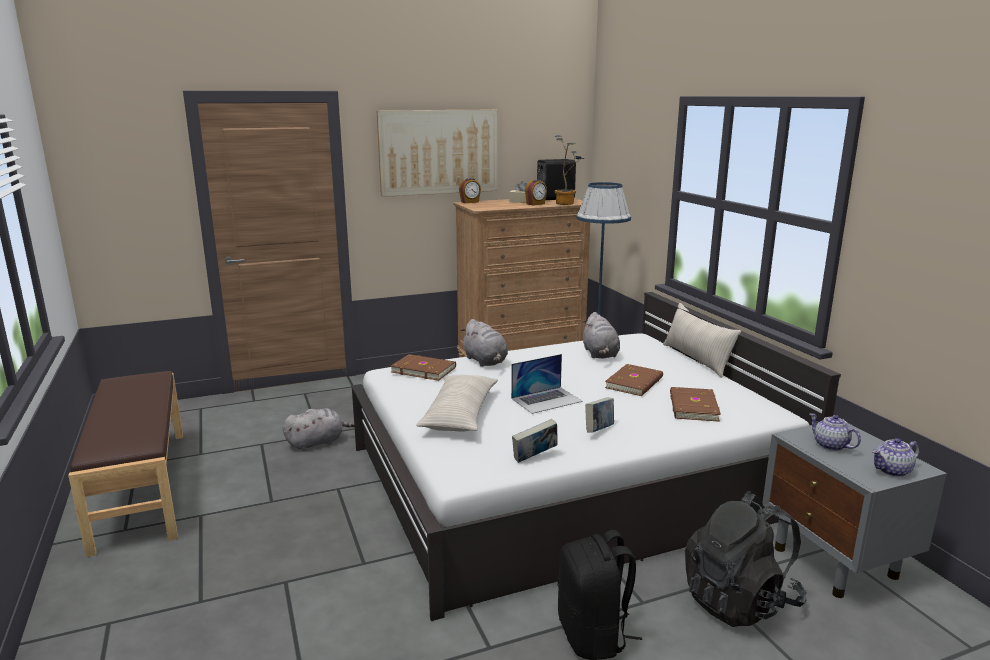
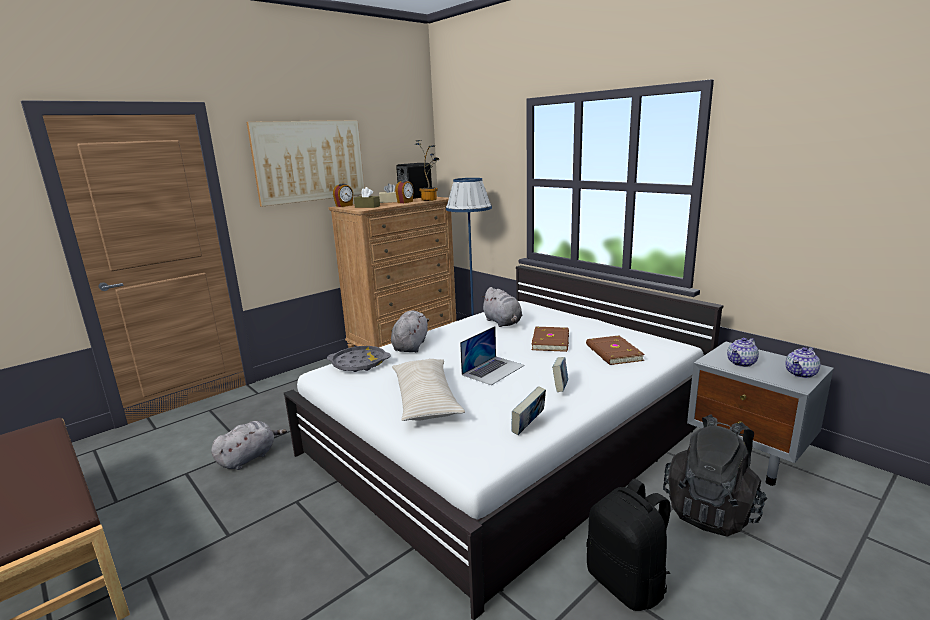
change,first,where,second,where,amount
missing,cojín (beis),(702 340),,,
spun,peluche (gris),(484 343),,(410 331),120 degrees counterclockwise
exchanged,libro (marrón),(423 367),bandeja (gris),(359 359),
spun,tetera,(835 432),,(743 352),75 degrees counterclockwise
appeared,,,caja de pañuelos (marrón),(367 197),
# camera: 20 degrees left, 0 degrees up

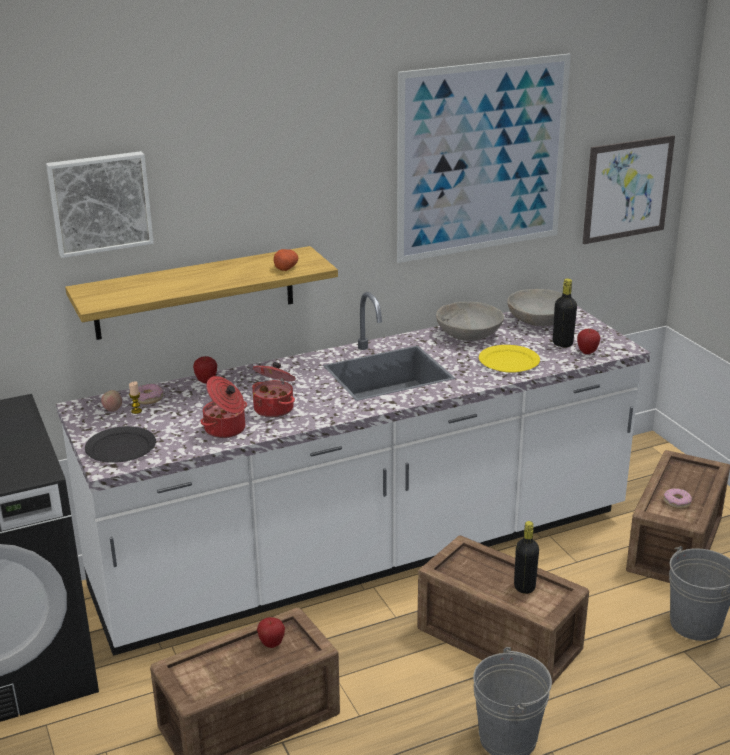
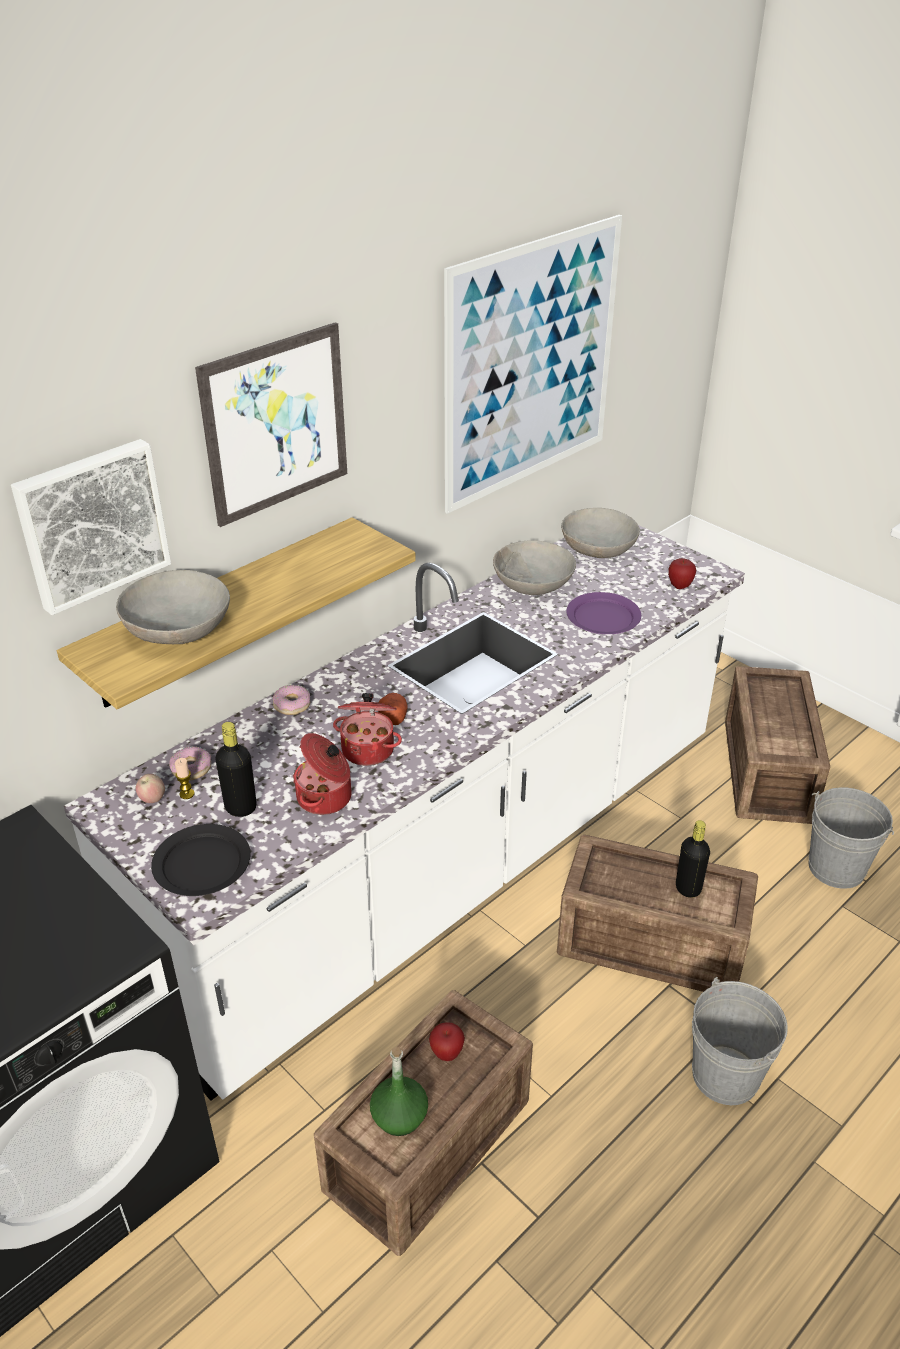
change,first,where,second,where,amount
relocated,cuadro,(628 189),,(271 424),
relocated,patata,(285 260),,(393 709),
relocated,botella (negro),(565 312),,(235 769),
colour,plato (amarillo),(509 359),plato (morado),(603 613),
missing,manzana,(205 369),,,
relocated,rosquilla,(677 498),,(291 700),
appeared,,,cuenco (gris),(173 607),
appeared,,,botella (verde),(399 1091),
# camera: 20 degrees left, 10 degrees up

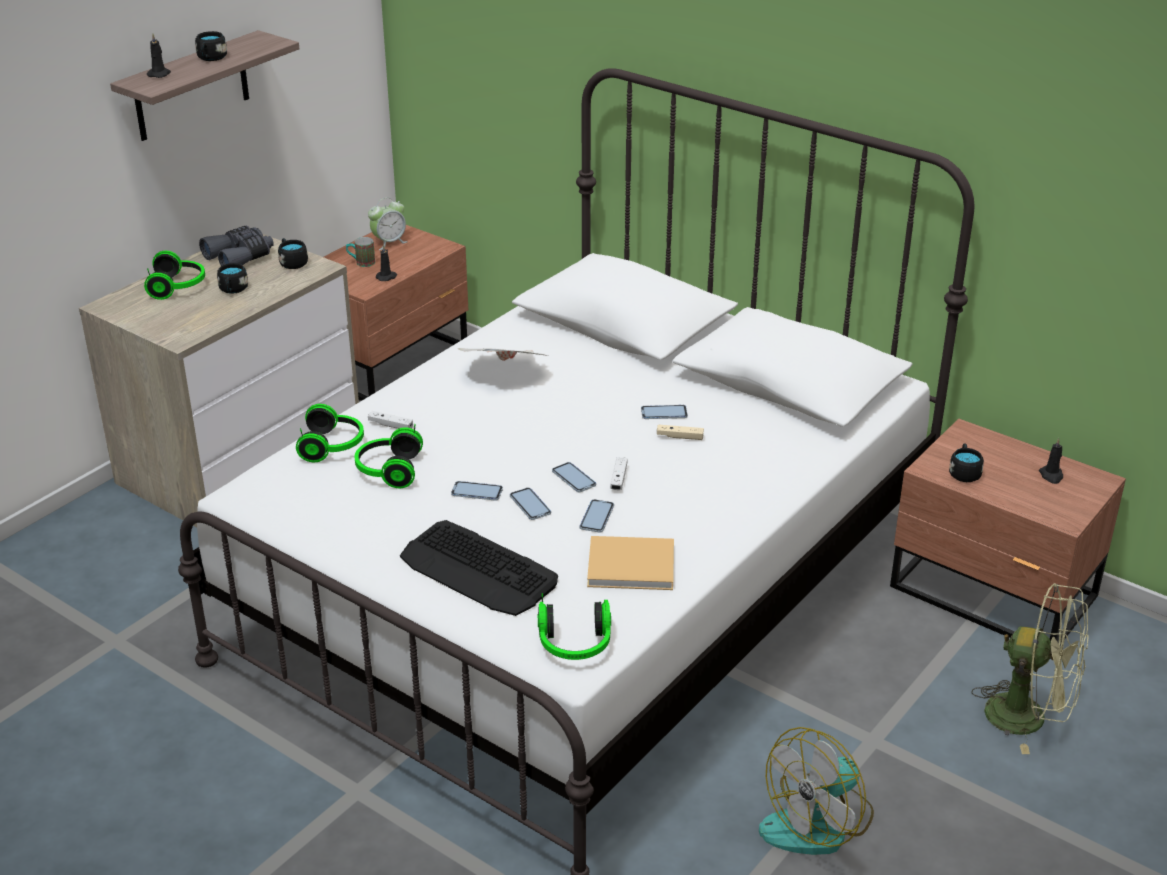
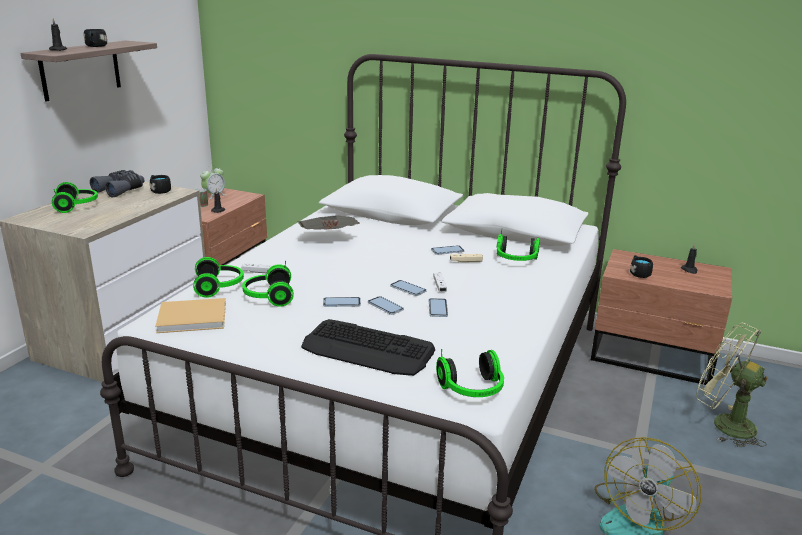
change,first,where,second,where,amount
missing,taza grande (negro),(232 278),,,
relocated,libro (beis),(630 563),,(190 315),
spun,ventilador (verde),(1030 668),,(732 385),150 degrees counterclockwise
appeared,,,auriculares,(518 244),
# camera: 15 degrees left, 10 degrees down

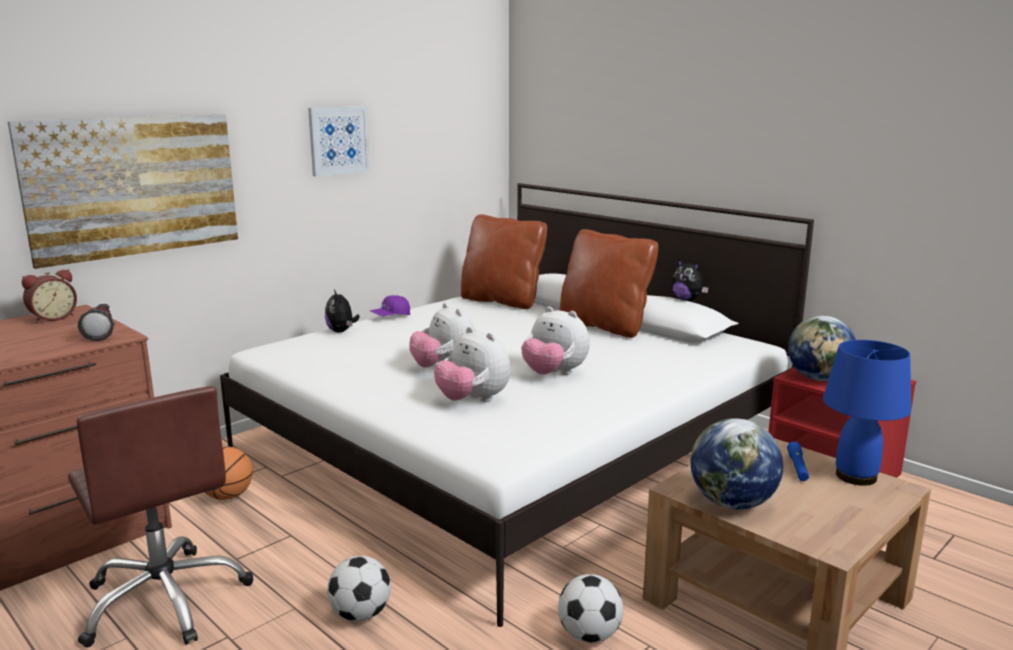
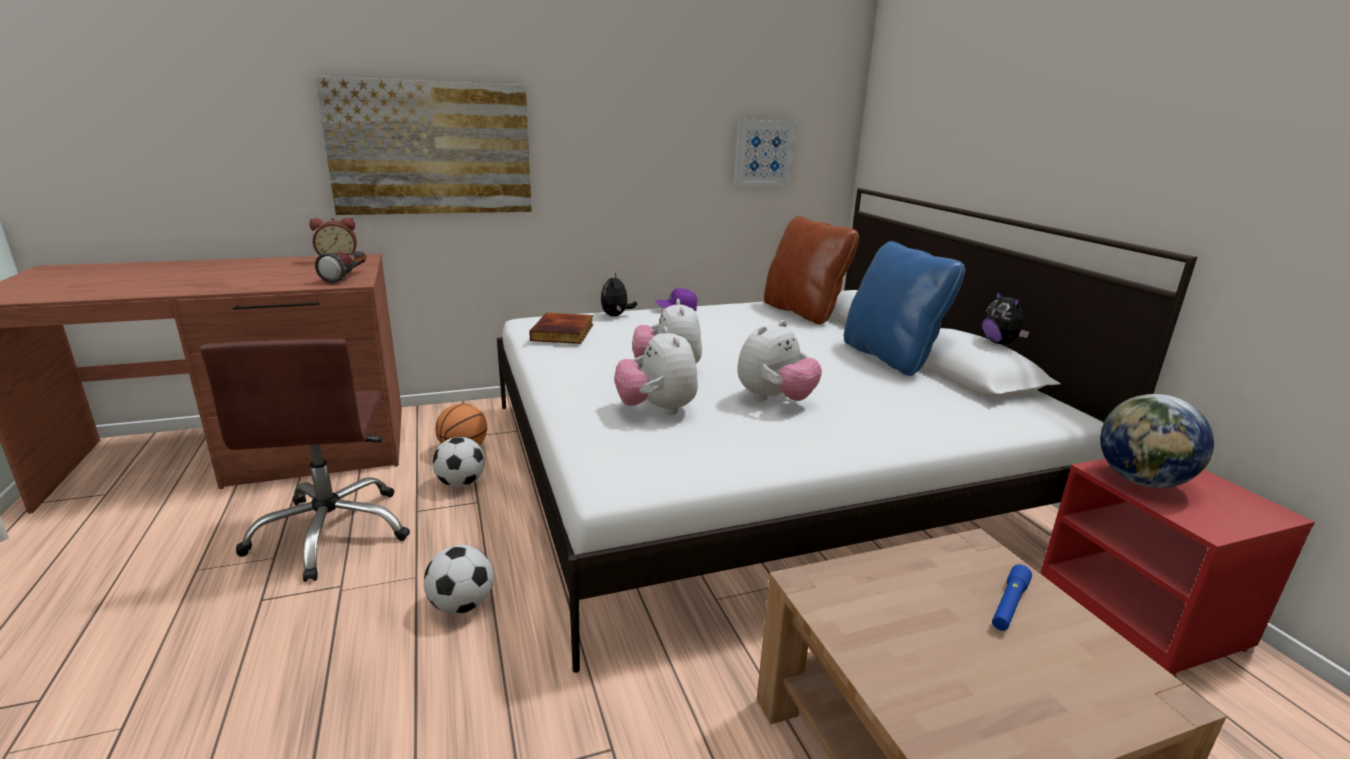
change,first,where,second,where,amount
relocated,cuadro,(339 141),,(765 152),
colour,cojín (marrón),(609 283),cojín (azul),(904 308),
spun,peluche,(555 341),,(779 360),105 degrees counterclockwise
missing,lámpara de mesa (azul),(867 413),,,
missing,globo terráqueo,(737 464),,,
relocated,balón de fútbol,(590 608),,(458 462),
appeared,,,libro,(561 328),
# camera: 25 degrees right, 5 degrees up

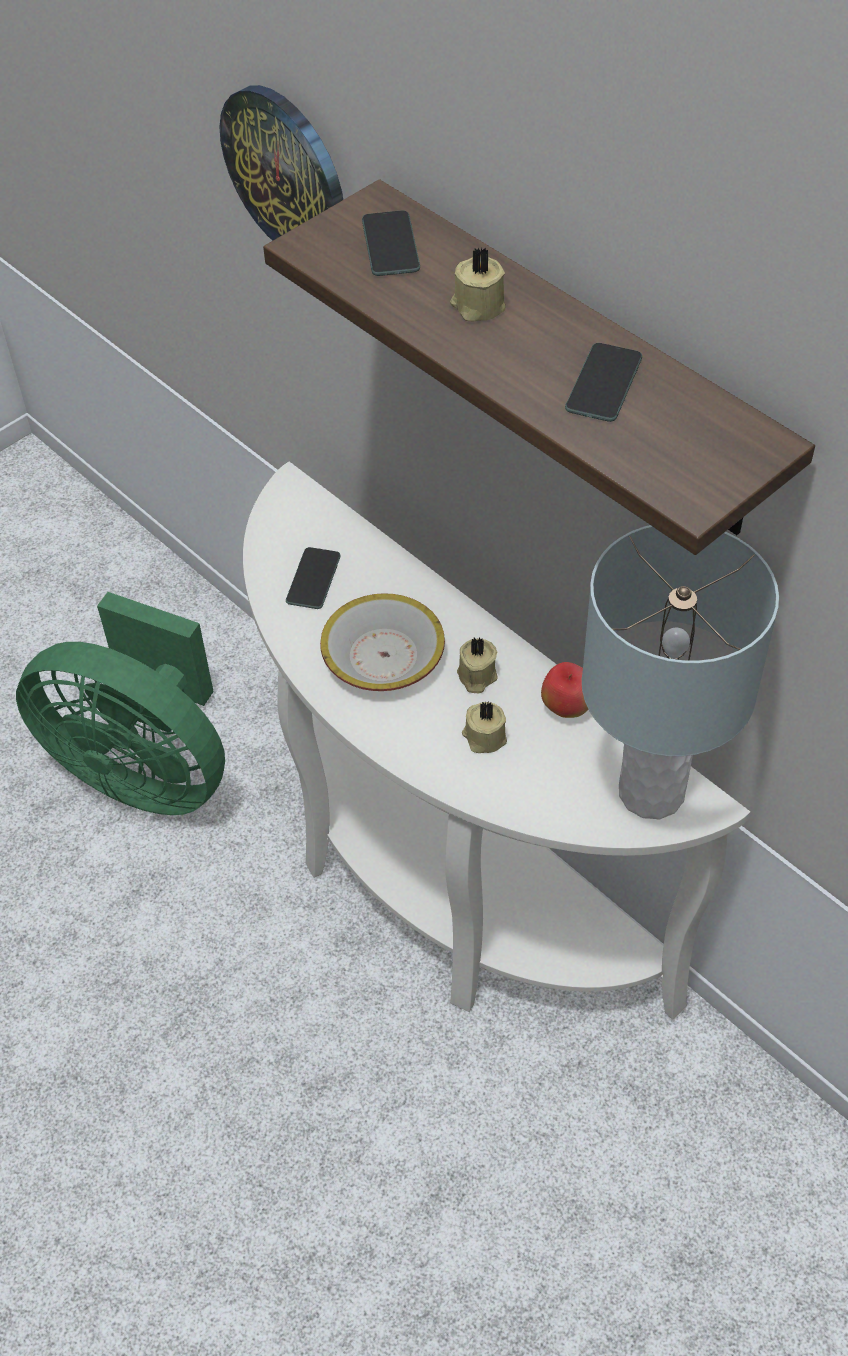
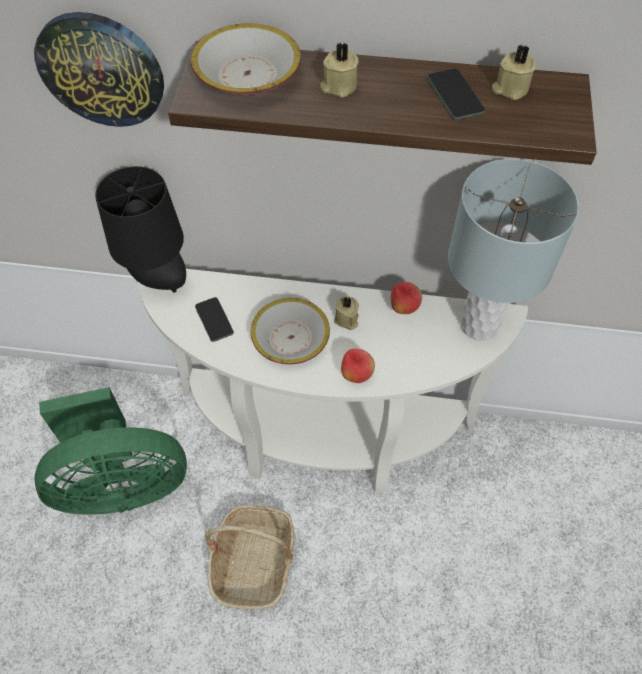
change,first,where,second,where,amount
exchanged,móvil,(391 243),cuenco,(246 59),
relocated,vela (beis),(484 726),,(514 72),
appeared,,,lámpara de mesa (negro),(140 229),
appeared,,,manzana,(358 366),
appeared,,,cesta,(250 557),
# camera: 40 degrees left, 5 degrees up

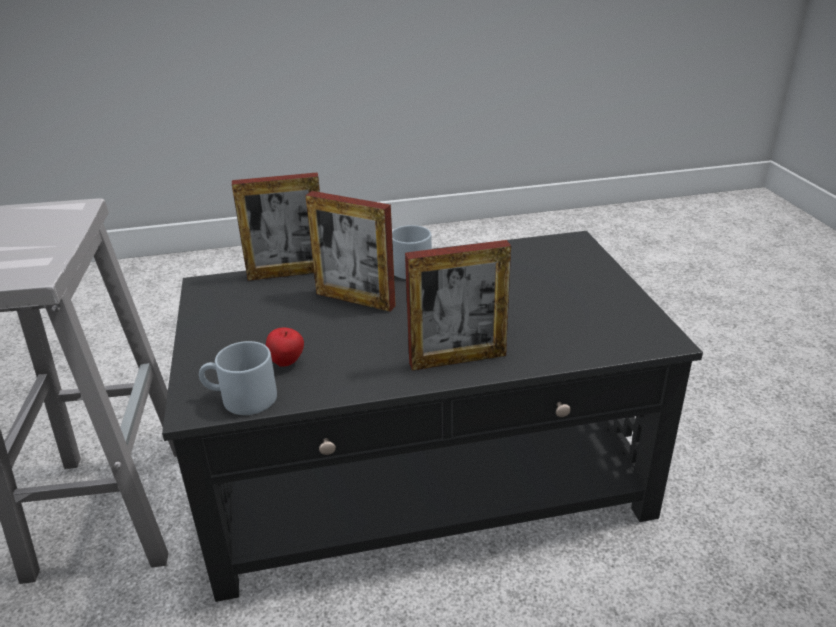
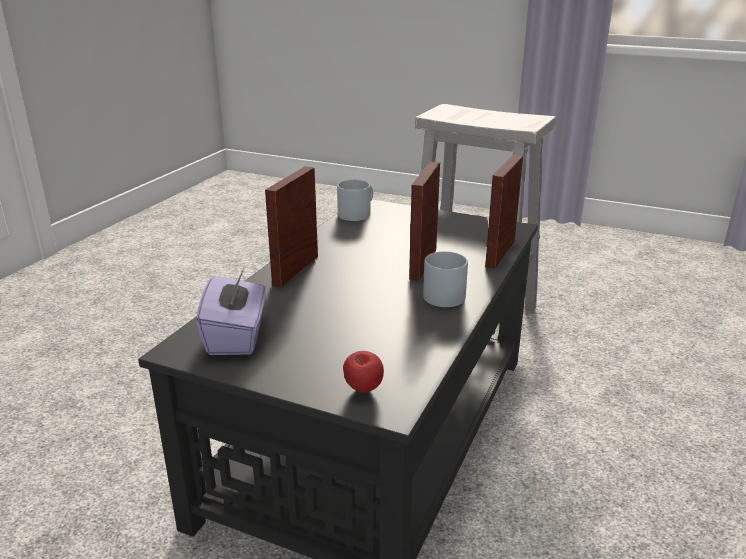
change,first,where,second,where,amount
spun,portarretratos,(350 251),,(424 221),45 degrees counterclockwise
relocated,manzana,(285 347),,(363 372),
appeared,,,caja de pañuelos (morado),(231 311),
# camera: 125 degrees right, 5 degrees down

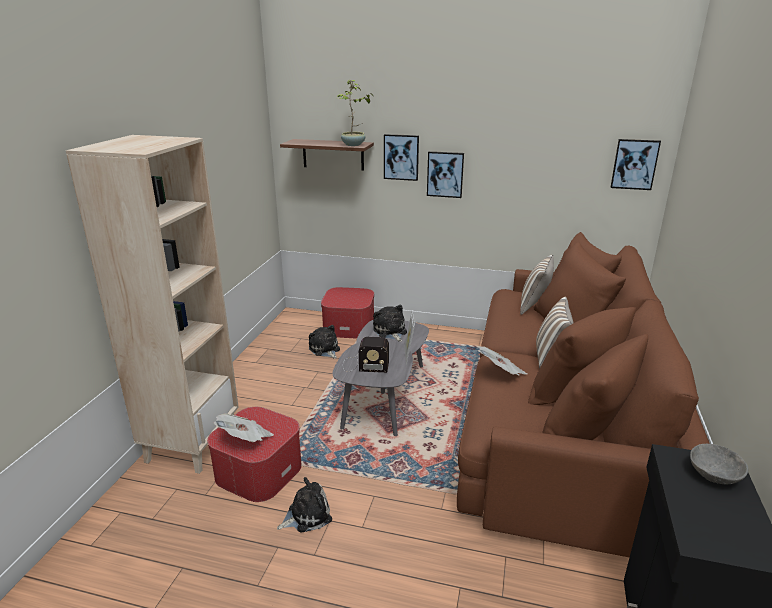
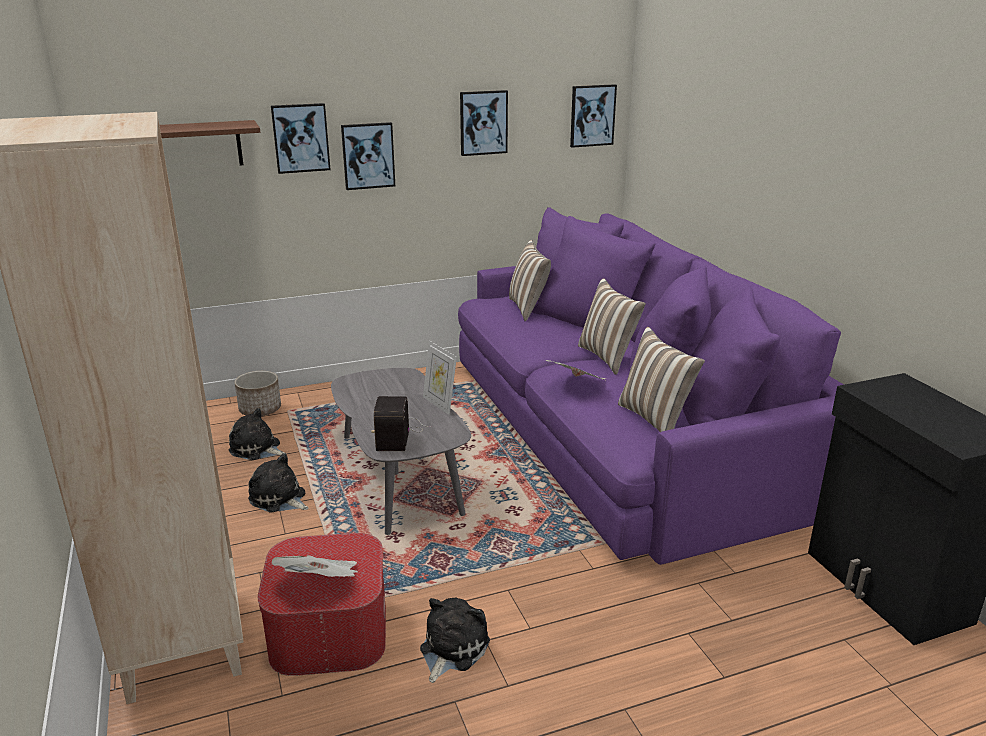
change,first,where,second,where,amount
missing,planta en maceta,(354 113),,,
colour,sofá (marrón),(583 394),sofá (morado),(651 386),
exchanged,puf,(347 313),maceta,(257 393),
relocated,peluche,(390 323),,(278 483),
spun,radio,(366 355),,(401 423),120 degrees clockwise
missing,cuenco (gris),(719 464),,,
appeared,,,cuadro,(484 123),
appeared,,,cojín,(661 379),
# camera: 35 degrees left, 0 degrees up

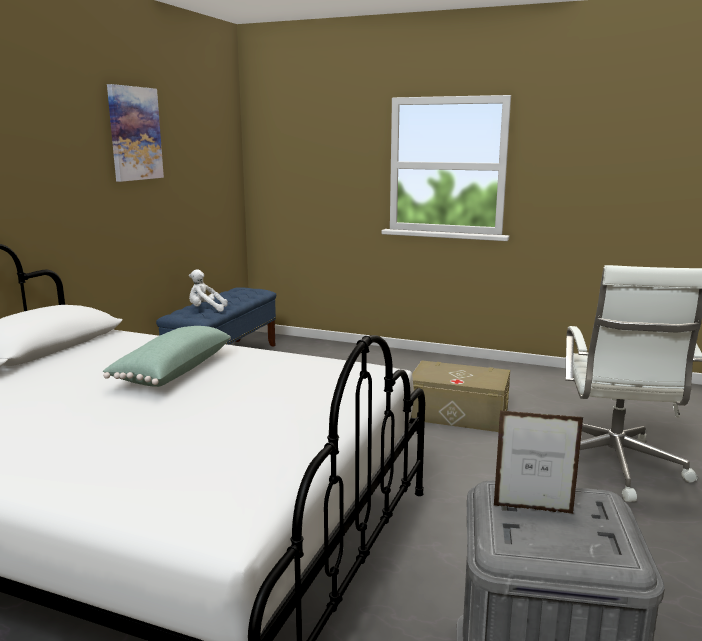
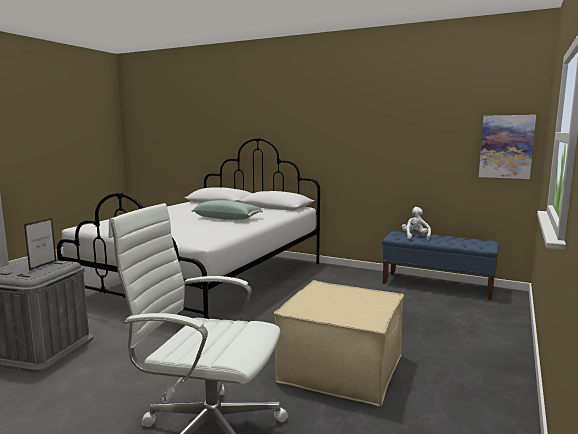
change,first,where,second,where,amount
relocated,cuadro,(135 133),,(507 147),
exchanged,caja de almacenaje (beis),(460 396),puf (beis),(339 343),
# camera: 95 degrees right, 5 degrees down

